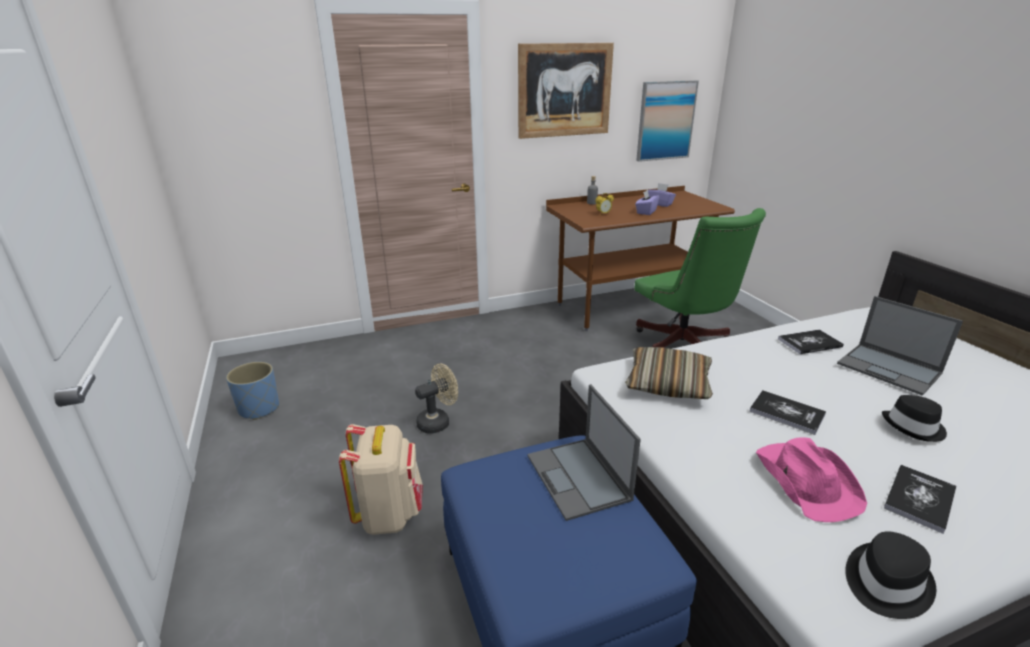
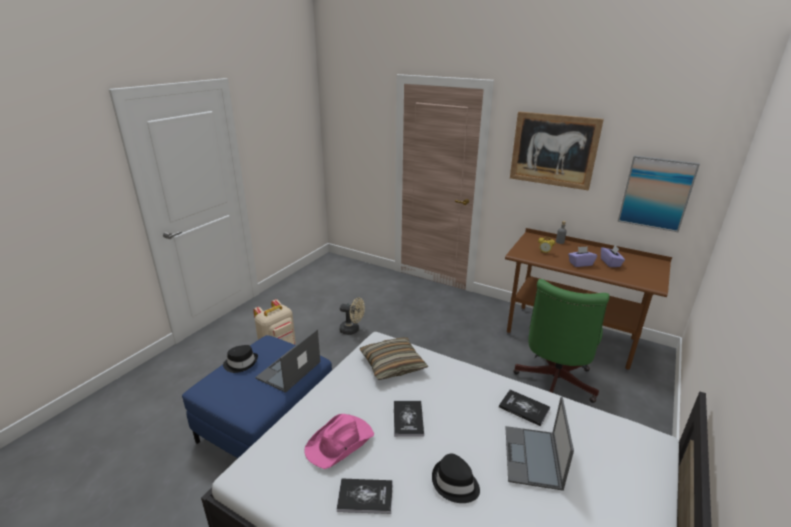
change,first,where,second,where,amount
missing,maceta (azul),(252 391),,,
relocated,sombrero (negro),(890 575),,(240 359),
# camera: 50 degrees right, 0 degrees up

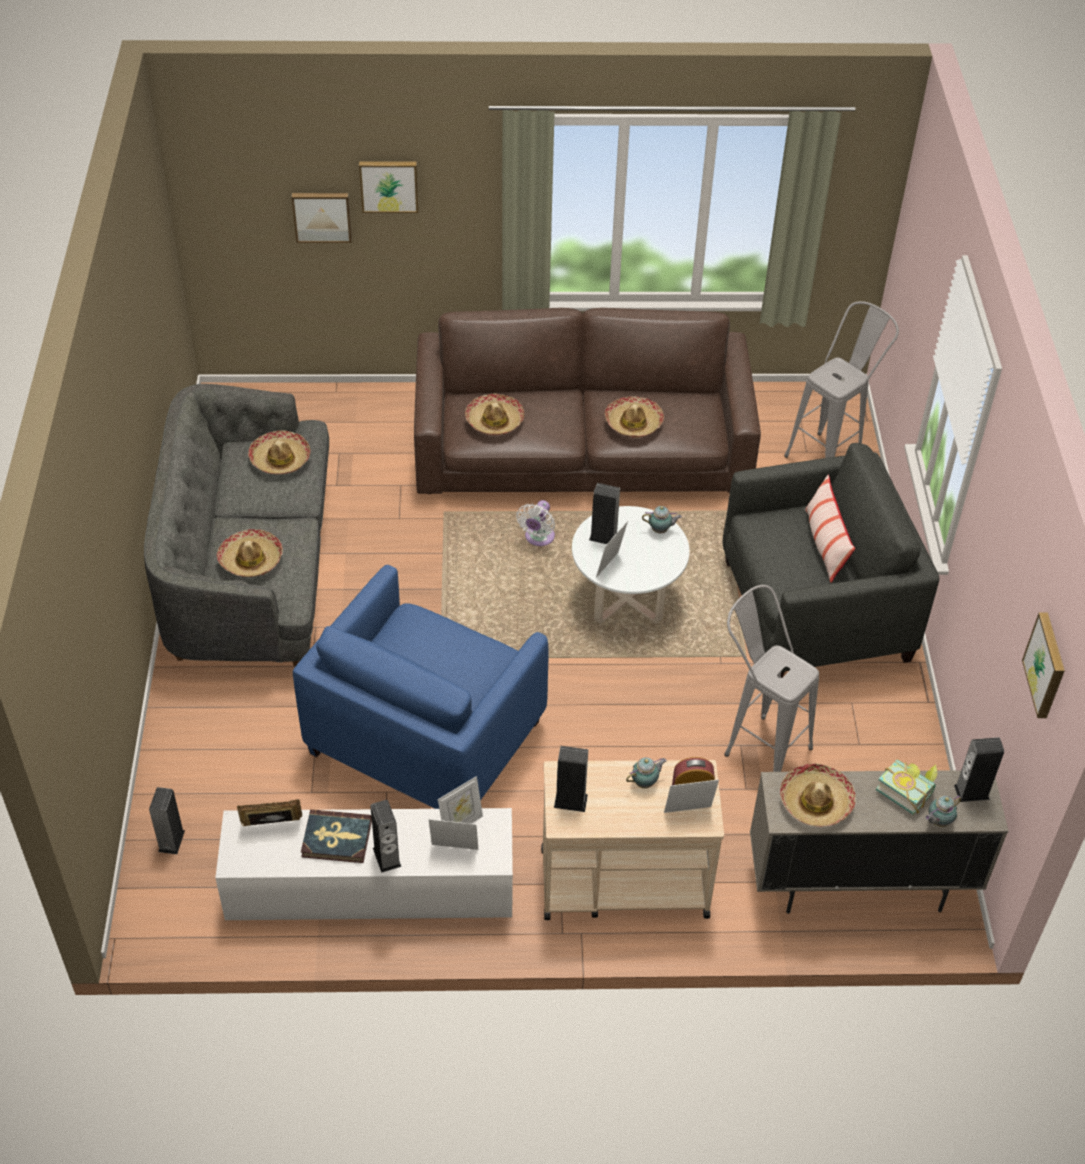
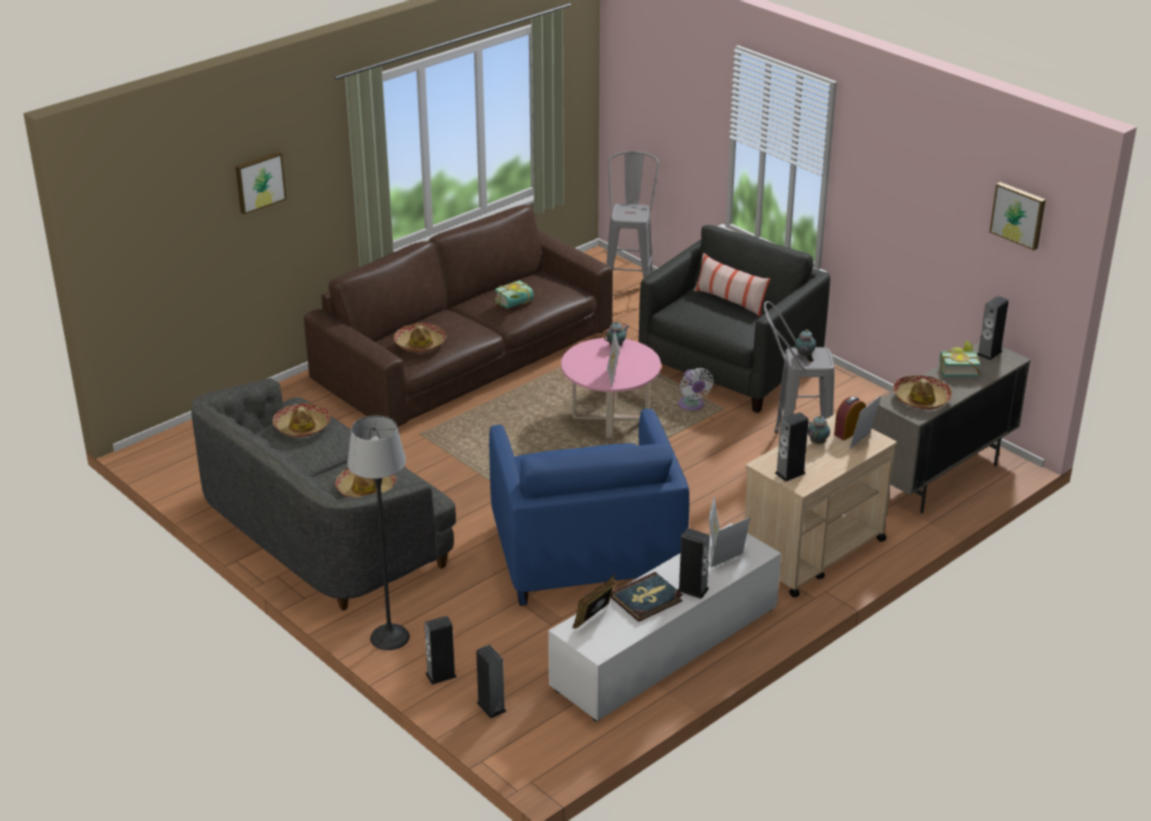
change,first,where,second,where,amount
missing,cuadro,(321 218),,,
exchanged,sombrero,(634 417),libro,(514 294),
relocated,altavoz,(604 513),,(440 650),
relocated,ventilador (blanco),(535 523),,(695 389),
colour,mesa de centro (blanco),(631 565),mesa de centro (rosa),(611 388),
relocated,tetera,(943 811),,(805 343),
appeared,,,lámpara de pie,(378 532),
# camera: 40 degrees left, 15 degrees down

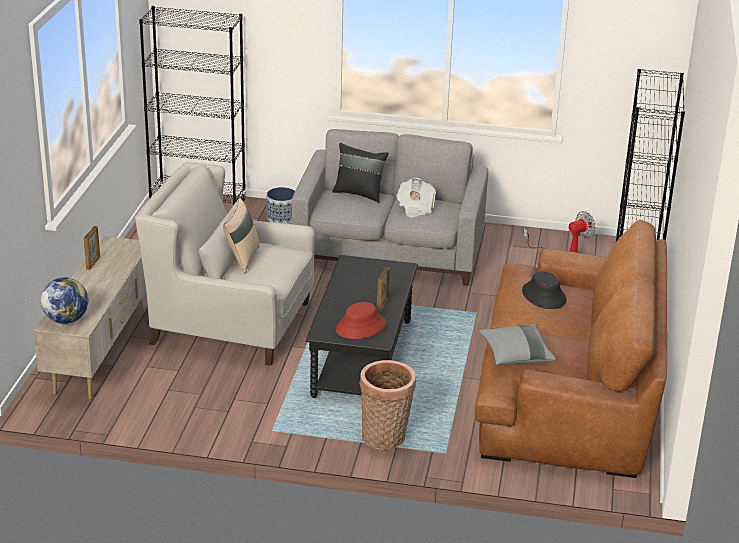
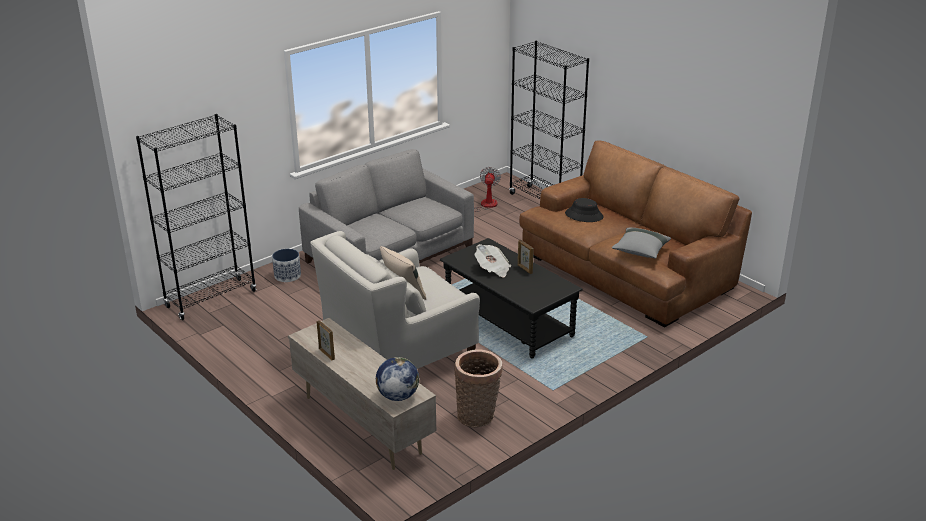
change,first,where,second,where,amount
missing,cojín (negro),(360 173),,,
relocated,periódico,(416 197),,(493 260),
missing,sombrero (rojo),(361 320),,,
relocated,cesta,(387 405),,(478 388),
# camera: 50 degrees left, 0 degrees up

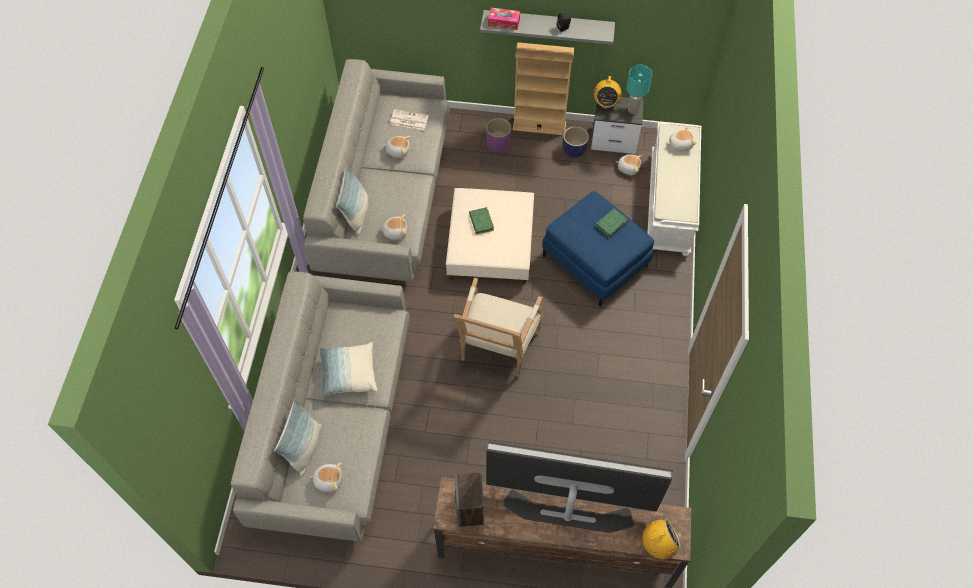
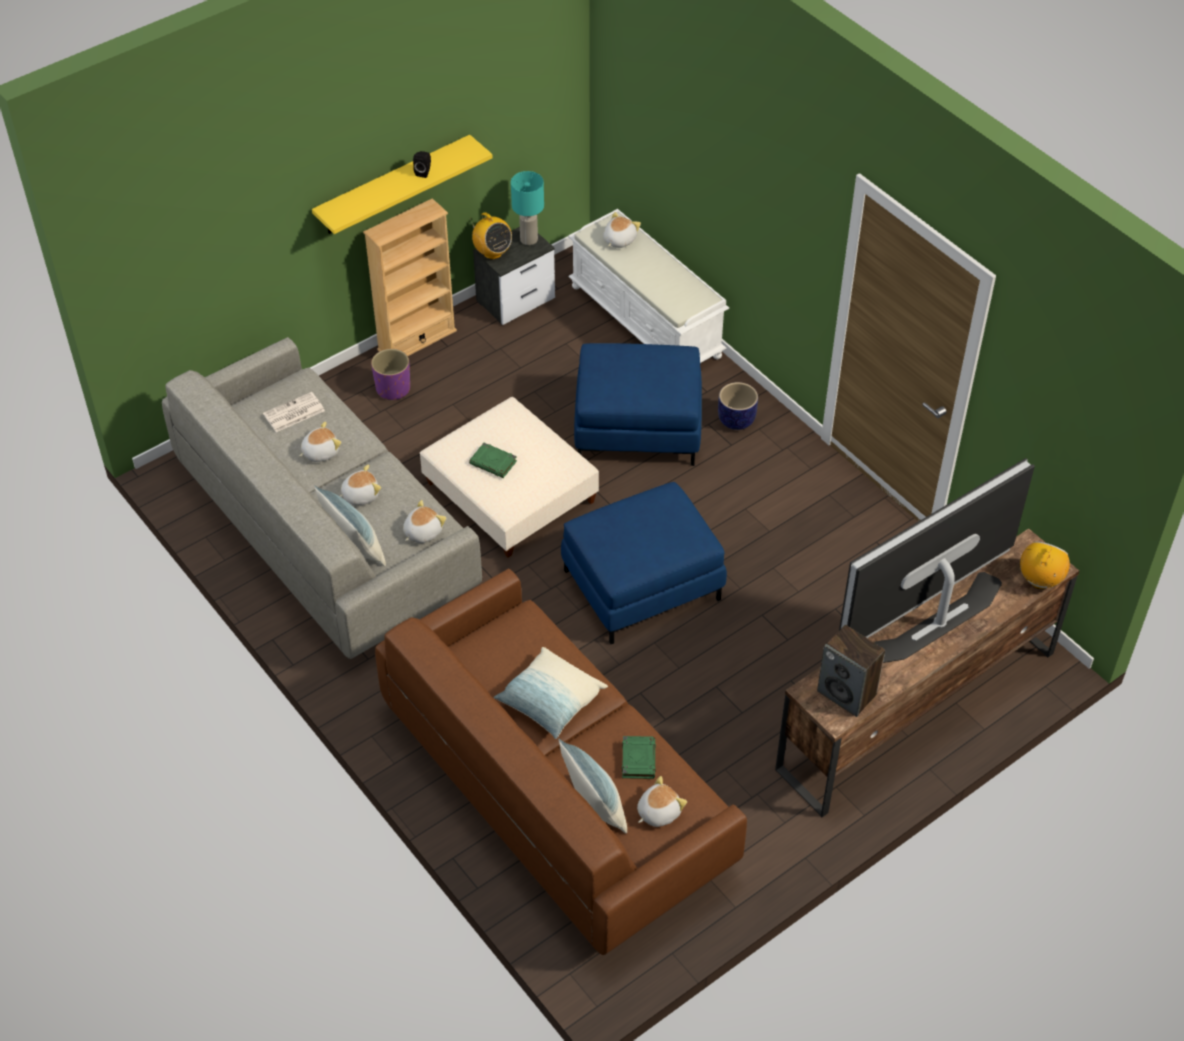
change,first,where,second,where,amount
missing,caja de pañuelos,(504 19),,,
colour,estante (gris),(547 27),estante (amarillo),(402 184),
relocated,maceta,(575 142),,(738 406),
relocated,peluche,(629 164),,(360 484),
relocated,libro (verde),(612 223),,(639 757),
colour,sofá (gris),(320 406),sofá (marrón),(561 761),
exchanged,sillón,(498 327),puf (azul),(644 563),
# camera: 45 degrees left, 10 degrees down

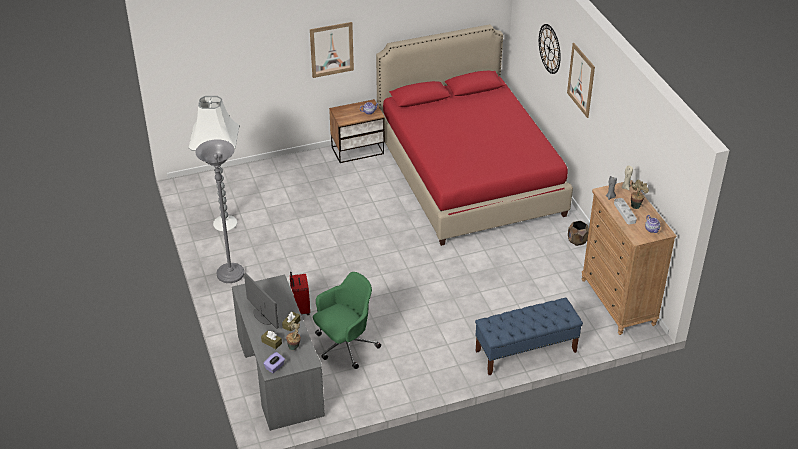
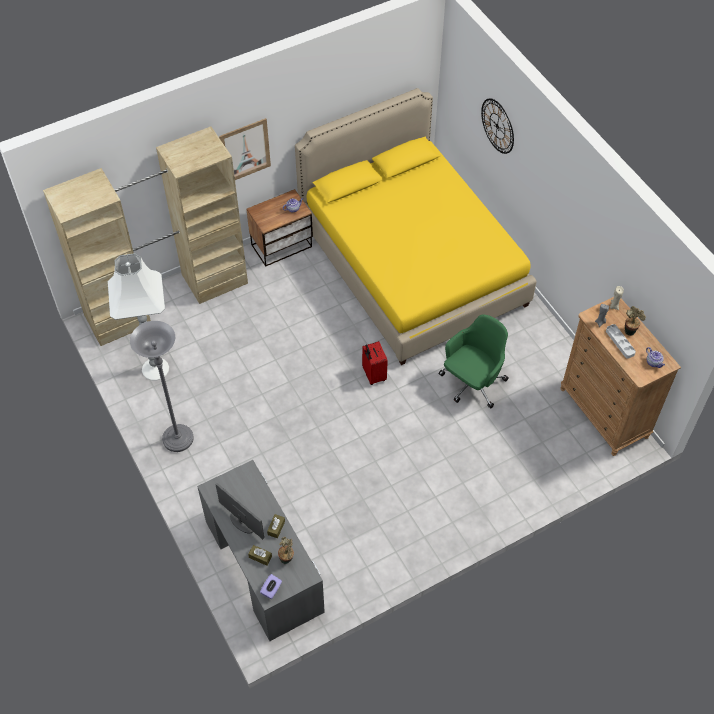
change,first,where,second,where,amount
colour,cama (rojo),(474 135),cama (amarillo),(416 226),
missing,cuadro,(581 80),,,
missing,maceta (marrón),(578 233),,,
relocated,maleta (rojo),(300 293),,(375 363),
relocated,silla de oficina (verde),(347 320),,(474 361),
missing,banco (azul),(529 336),,,
appeared,,,armario ropero (beis),(145 236),
# camera: 10 degrees left, 15 degrees up

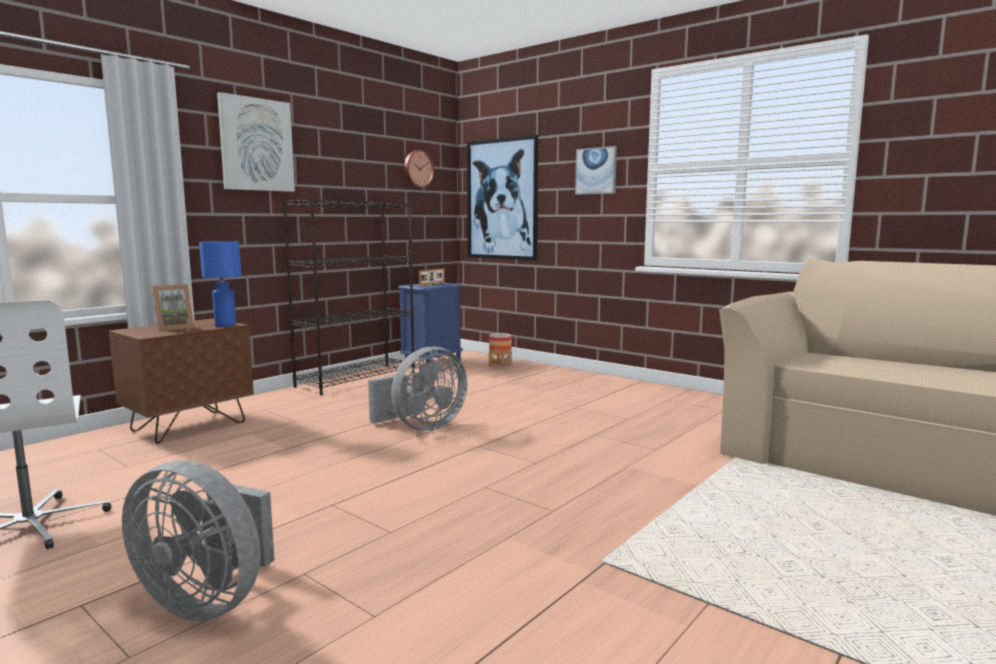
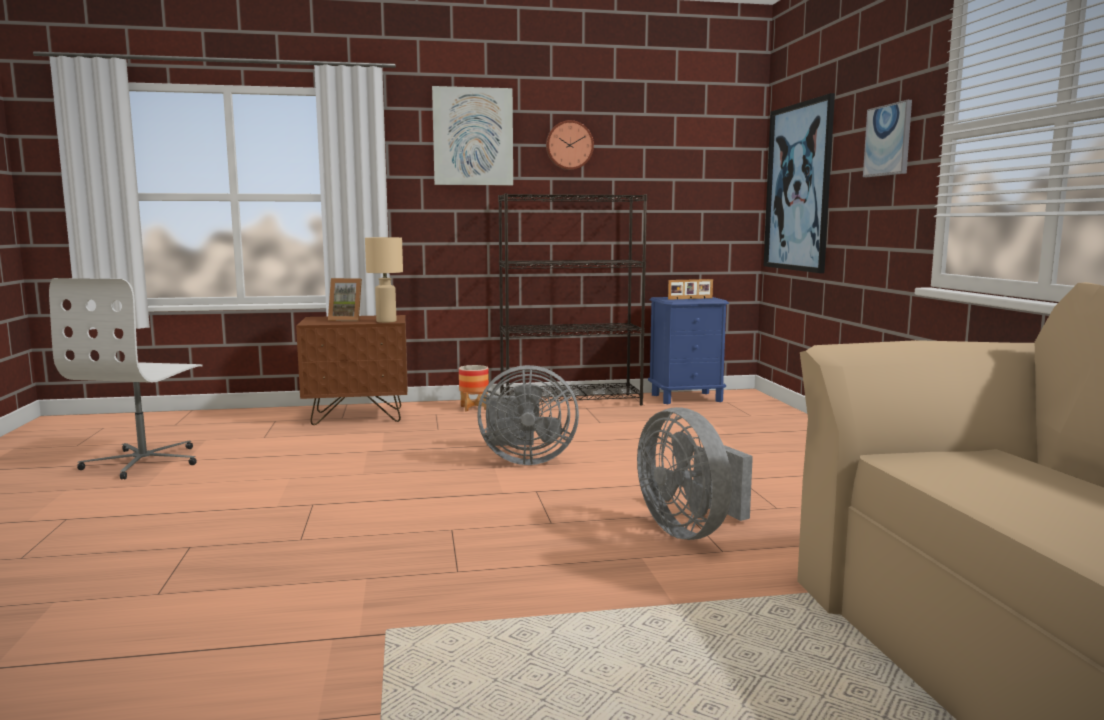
change,first,where,second,where,amount
relocated,reloj de pared,(419 169),,(570 145),
colour,lámpara de mesa (azul),(220 284),lámpara de mesa (beis),(384 280),
relocated,maceta,(500 350),,(474 388),
relocated,ventilador (gris),(198 540),,(695 473),
# camera: 40 degrees right, 0 degrees up

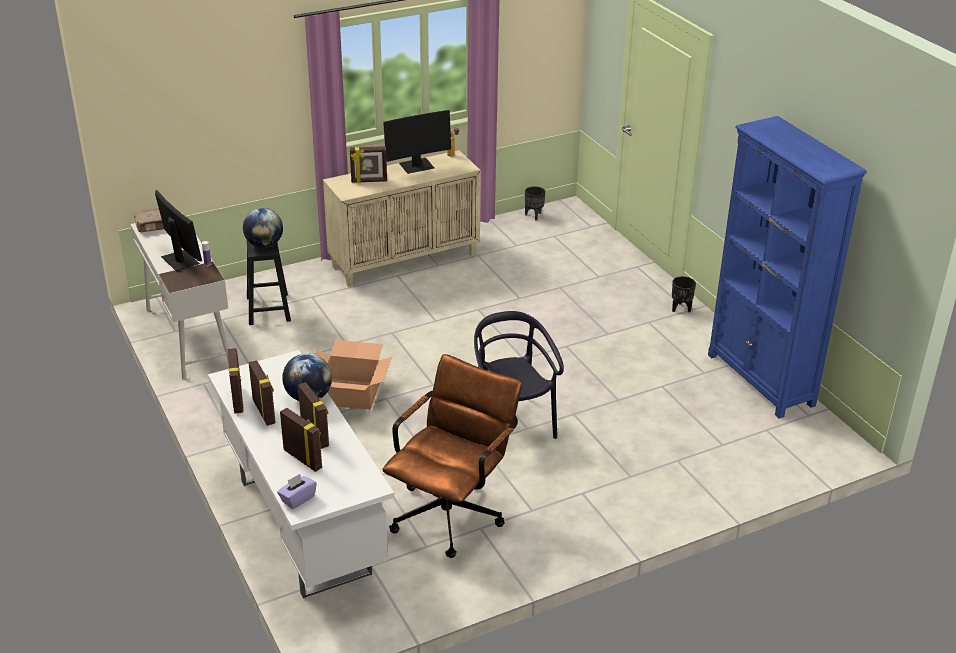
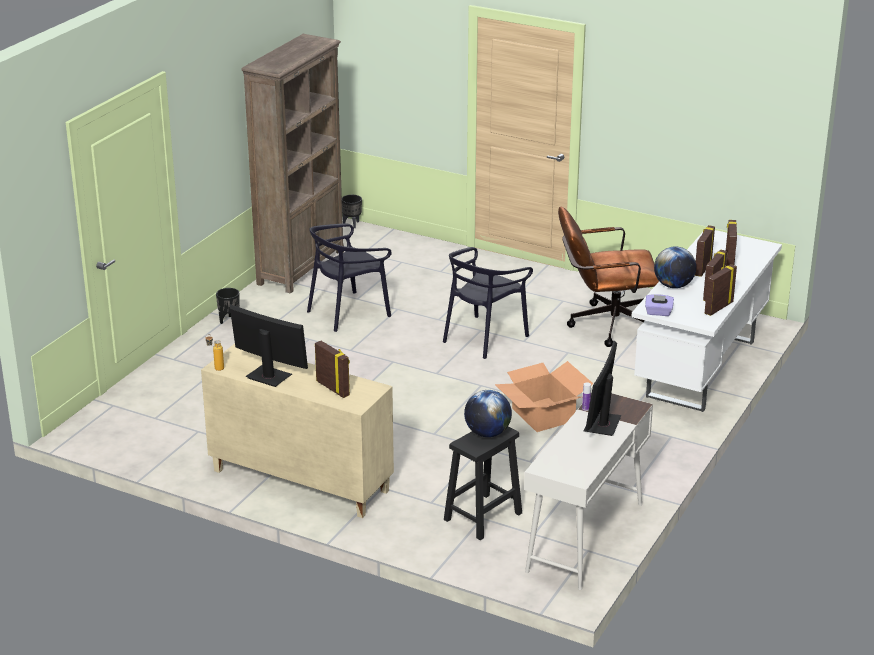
change,first,where,second,where,amount
colour,estantería (azul),(787 267),estantería (marrón),(292 164),
relocated,maceta (negro),(535 203),,(352 211),
missing,libro (marrón),(149 220),,,
relocated,caja de pañuelos (morado),(297 491),,(659 305),
appeared,,,silla (negro),(349 277),
# camera: 125 degrees left, 5 degrees down

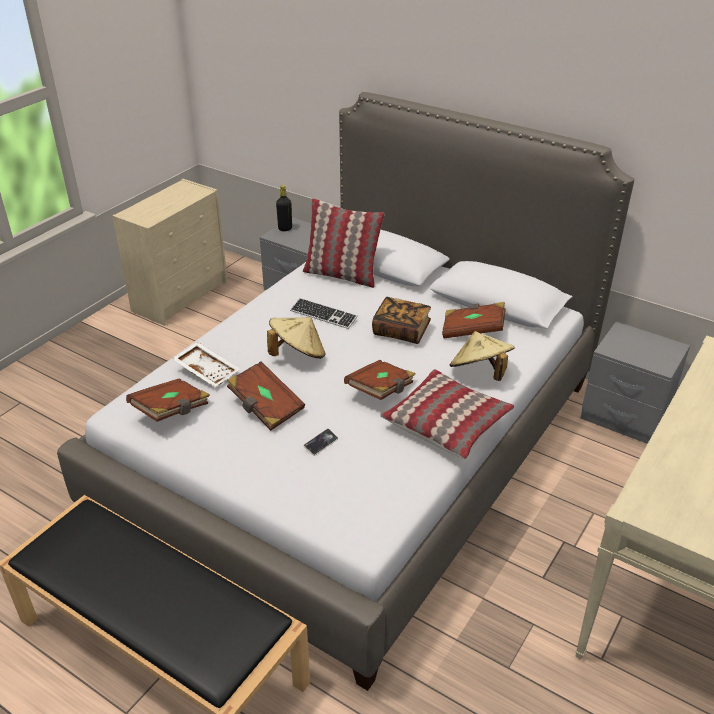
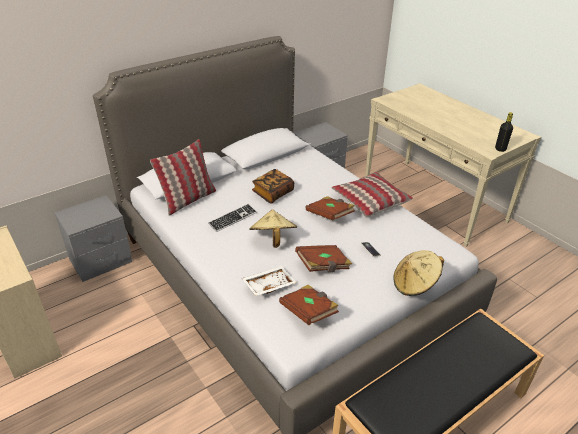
change,first,where,second,where,amount
relocated,botella (negro),(284 208),,(504 132),
missing,libro (marrón),(473 320),,,
relocated,sombrero (beis),(482 356),,(418 273),
# camera: 70 degrees left, 0 degrees up

